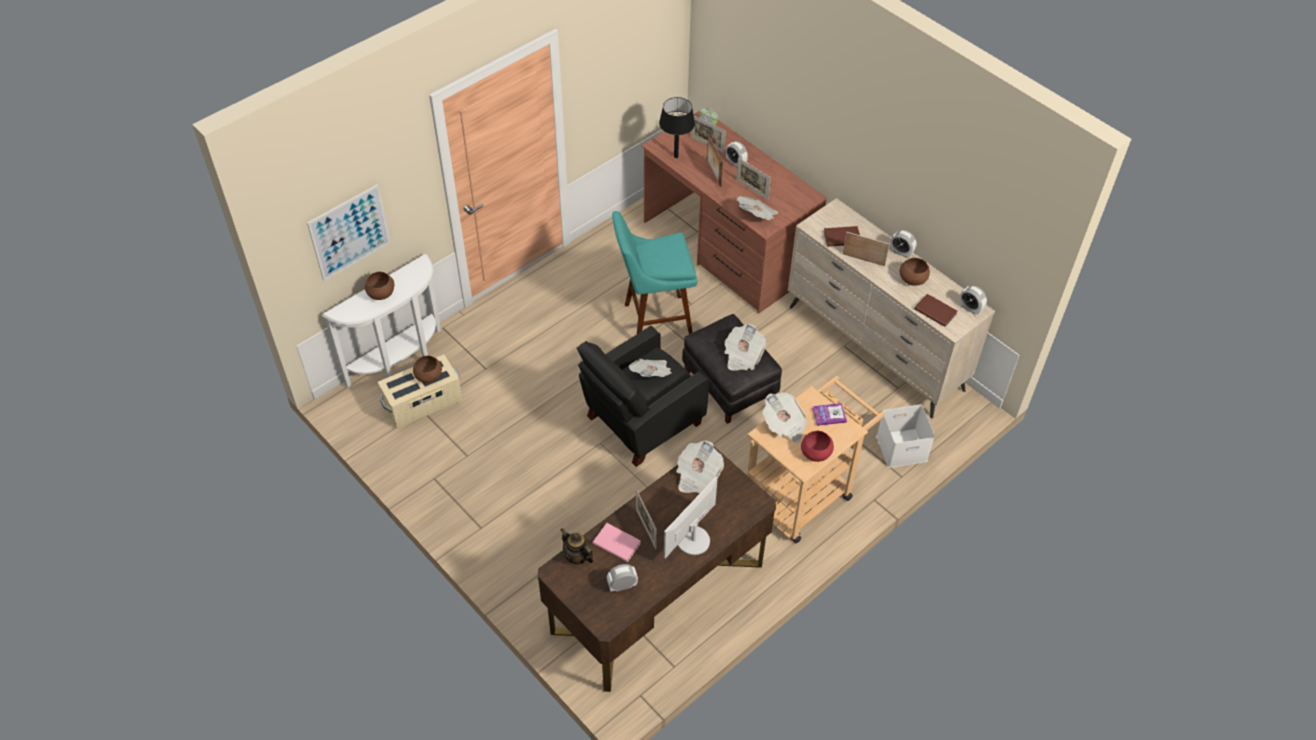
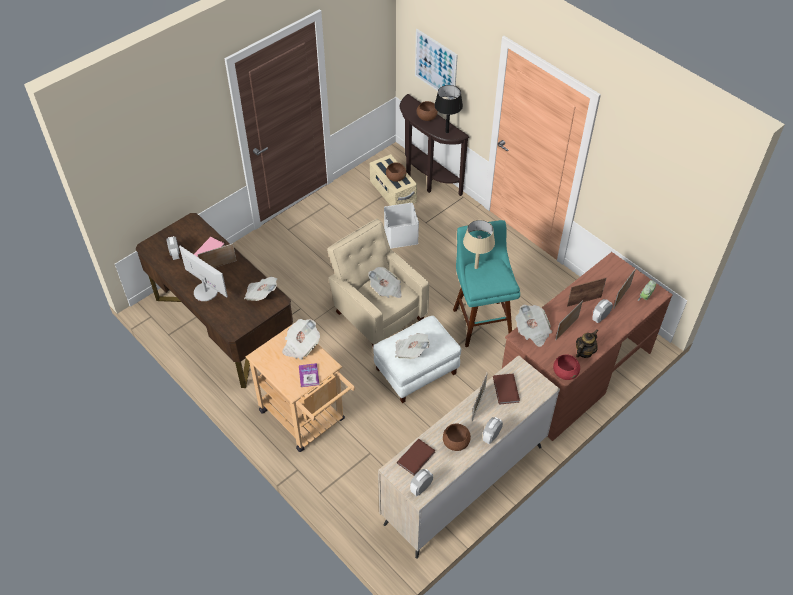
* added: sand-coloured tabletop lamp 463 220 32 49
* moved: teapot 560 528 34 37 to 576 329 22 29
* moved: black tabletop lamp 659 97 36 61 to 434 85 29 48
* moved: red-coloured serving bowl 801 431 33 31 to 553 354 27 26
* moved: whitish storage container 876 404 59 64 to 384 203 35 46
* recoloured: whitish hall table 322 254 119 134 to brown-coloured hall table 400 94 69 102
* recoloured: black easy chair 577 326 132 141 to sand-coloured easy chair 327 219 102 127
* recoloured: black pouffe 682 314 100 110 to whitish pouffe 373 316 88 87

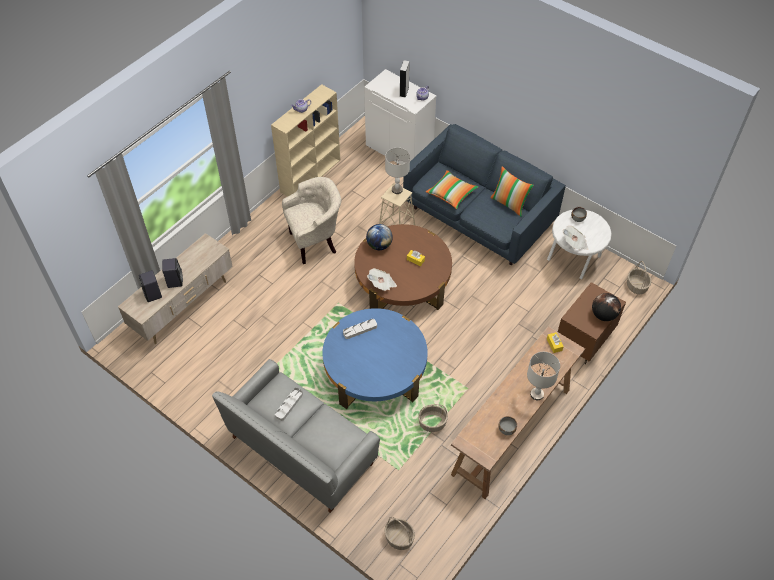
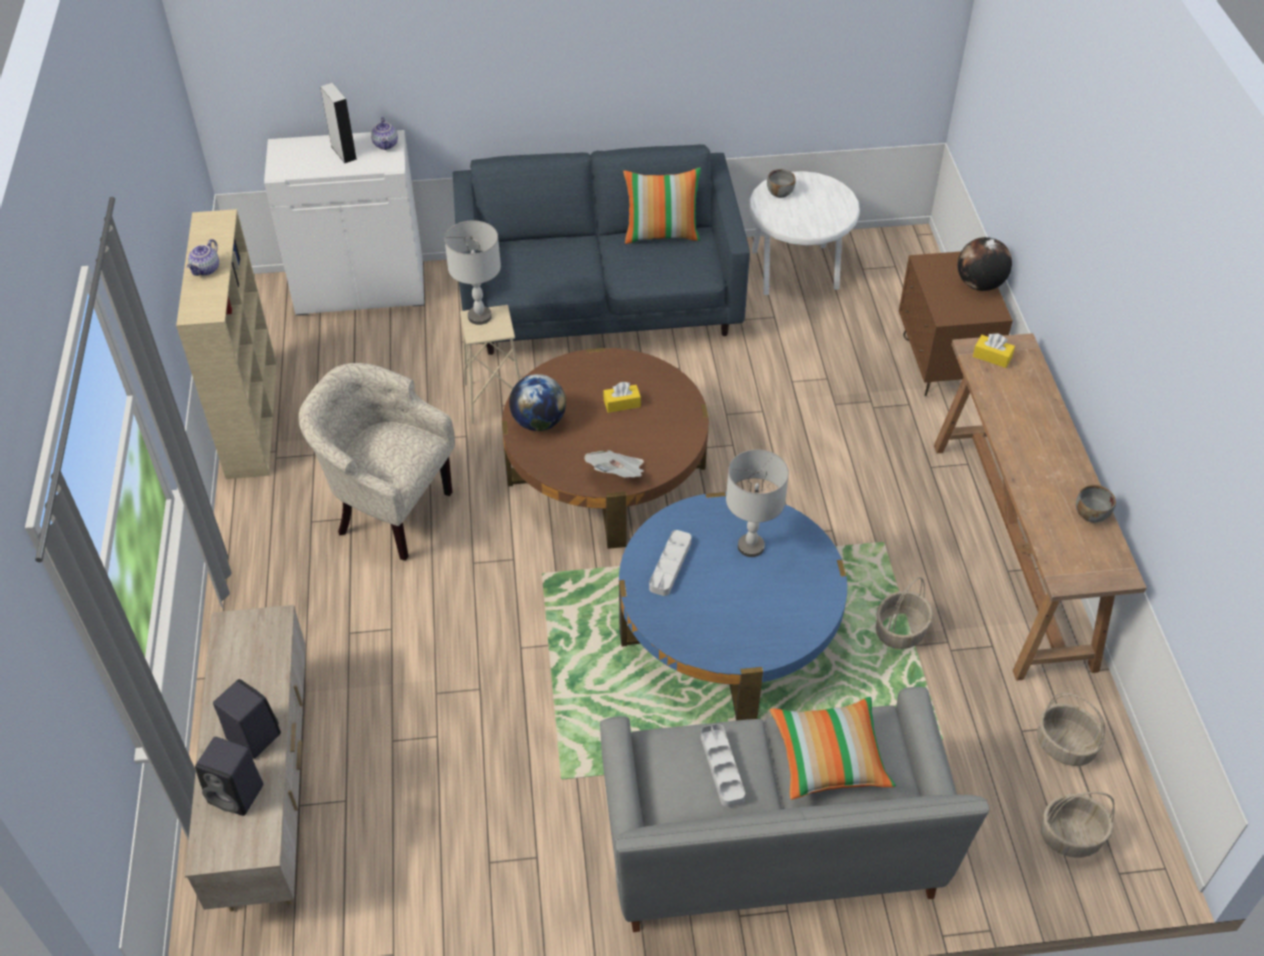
* removed: newspaper 563 226 25 24
* moved: throw pillow 426 170 52 39 to 770 697 126 103
* moved: greyish tabletop lamp 527 352 33 48 to 726 449 63 108
* moved: basket 627 261 25 33 to 1037 693 68 73
* turned: sand-coloured easy chair 282 177 59 87 = 299 363 156 198 90 degrees counterclockwise

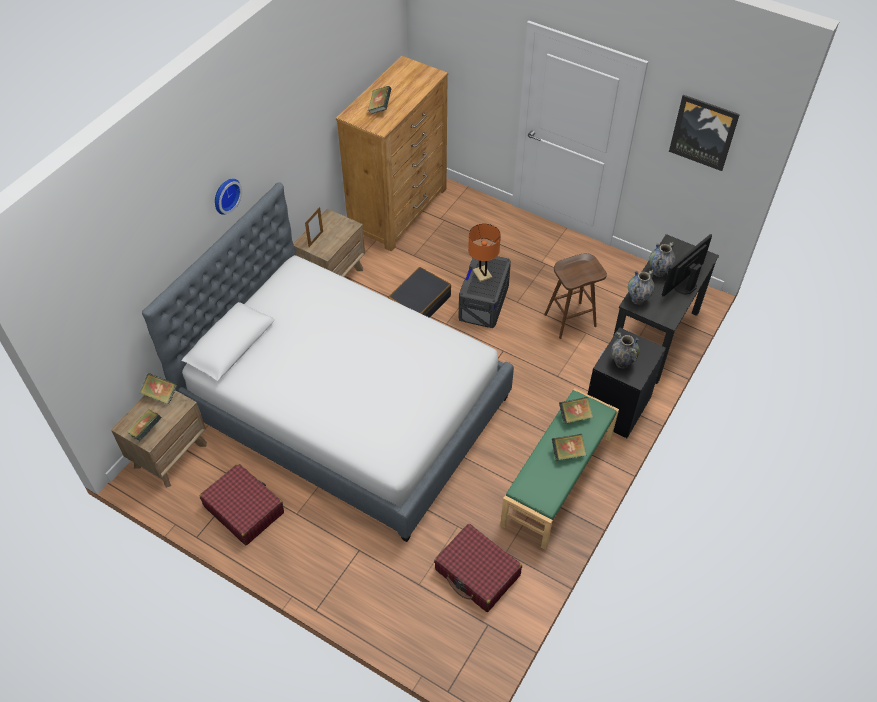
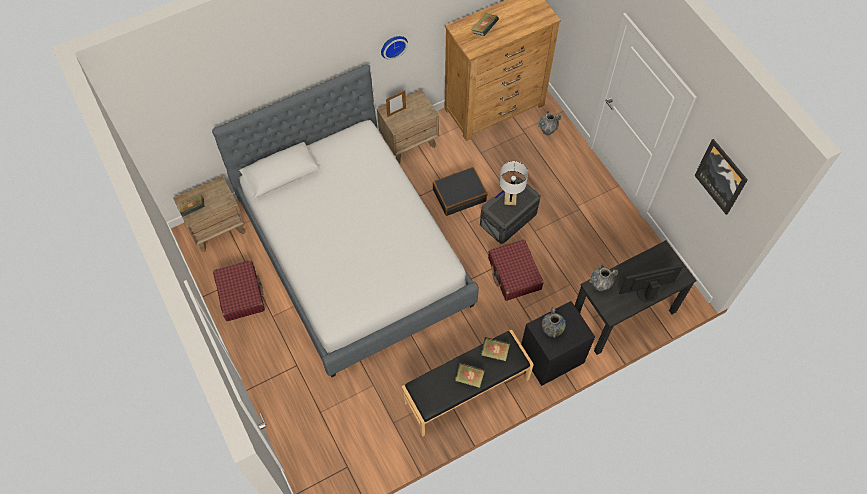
* removed: book 140 373 37 31
* removed: brown-coloured stool 544 253 63 86
* moved: hanging clock 215 178 27 37 to 381 36 27 24
* moved: red-coloured piece of luggage 434 524 88 88 to 488 239 56 62
* moved: vase 649 242 27 35 to 538 111 24 25
* recoloured: orange tabletop lamp 468 224 33 58 to whitish tabletop lamp 499 161 29 45
* recoloured: greenish bench 500 388 119 162 to black bench 402 330 132 107

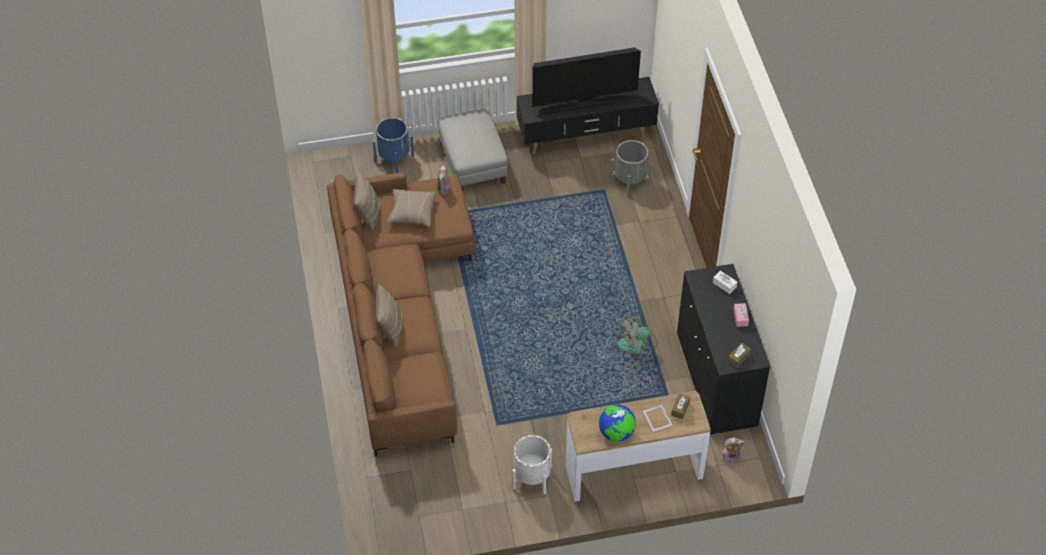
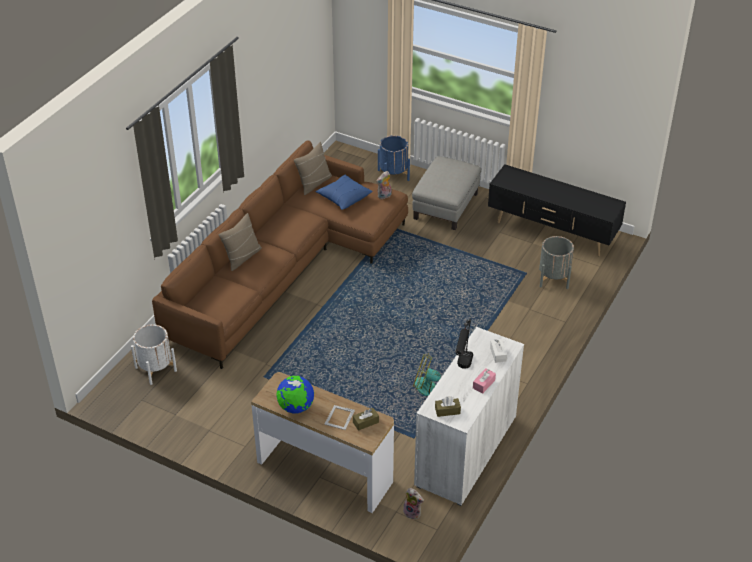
* removed: TV set 532 47 109 67
* added: black tabletop lamp 456 318 17 51
* moved: whitish flower pot 512 435 40 59 to 131 324 46 61
* recoloured: sand-coloured throw pillow 387 189 49 38 to bluish throw pillow 316 175 57 35
* recoloured: black cupboard 677 264 93 171 to whitish cupboard 414 327 110 179

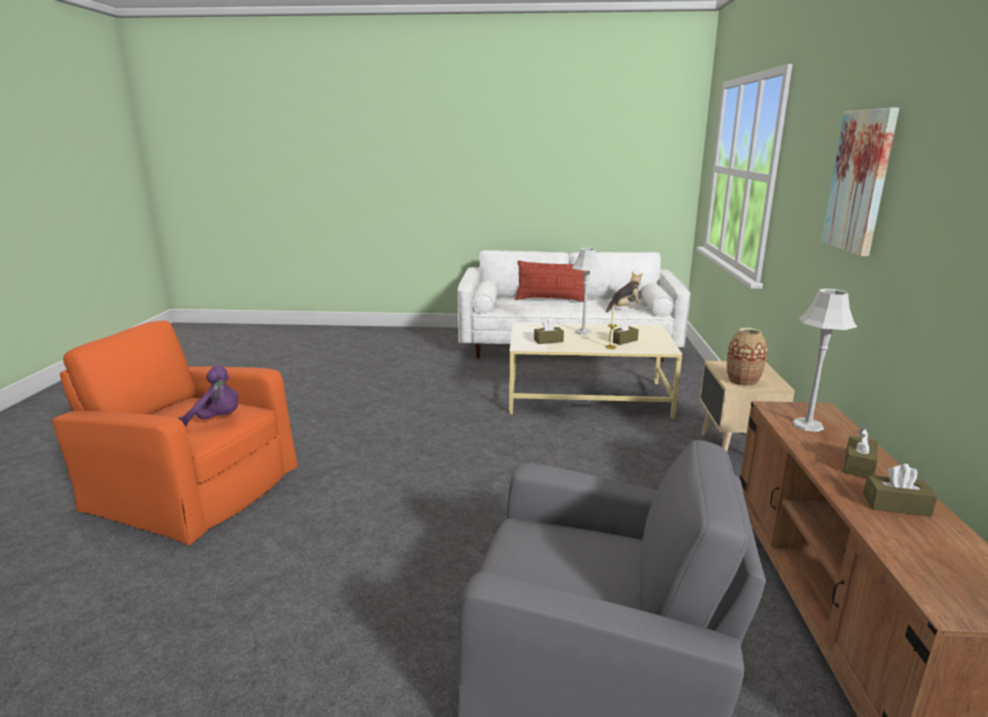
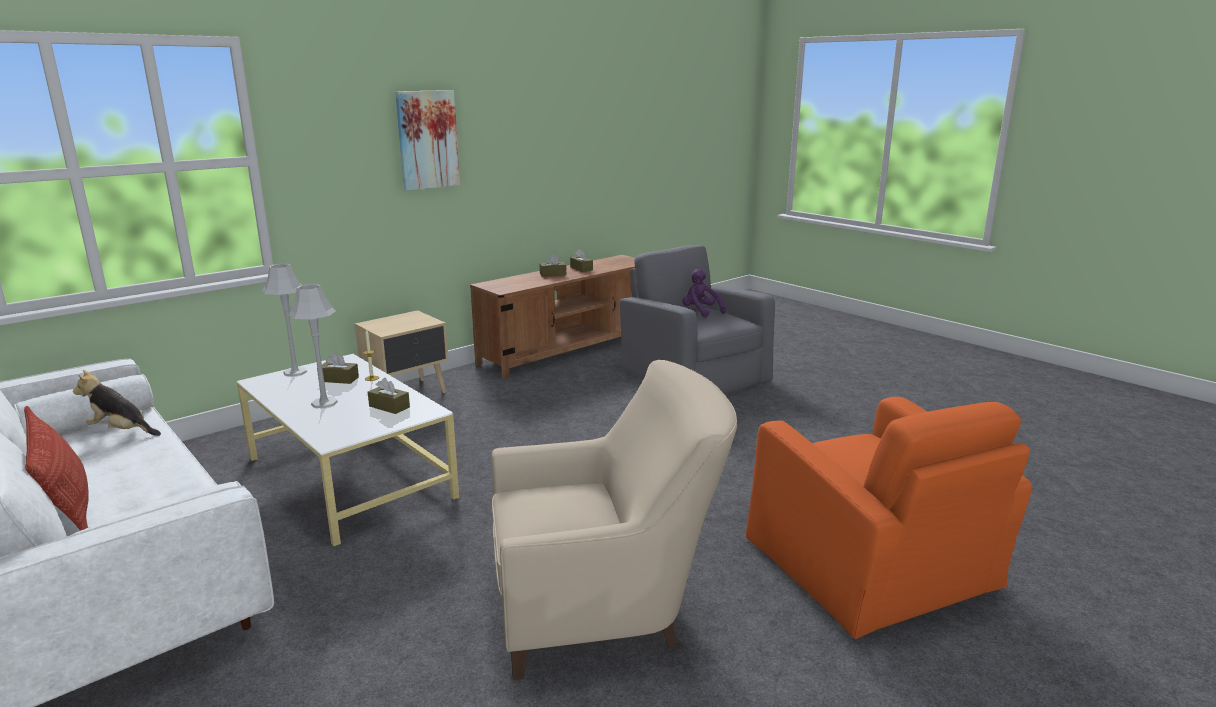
* removed: vase 727 328 40 59
* added: sand-coloured easy chair 491 360 246 320
* moved: purplish cuddly toy 178 365 60 61 to 682 269 44 48
* moved: greyish tabletop lamp 793 289 64 143 to 262 263 45 114

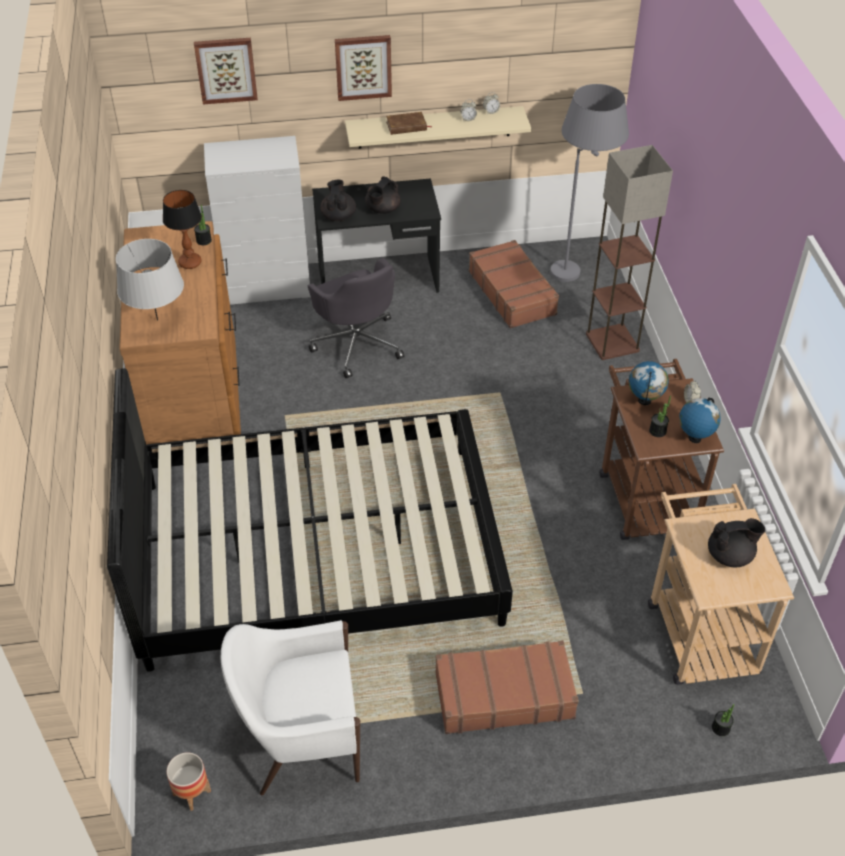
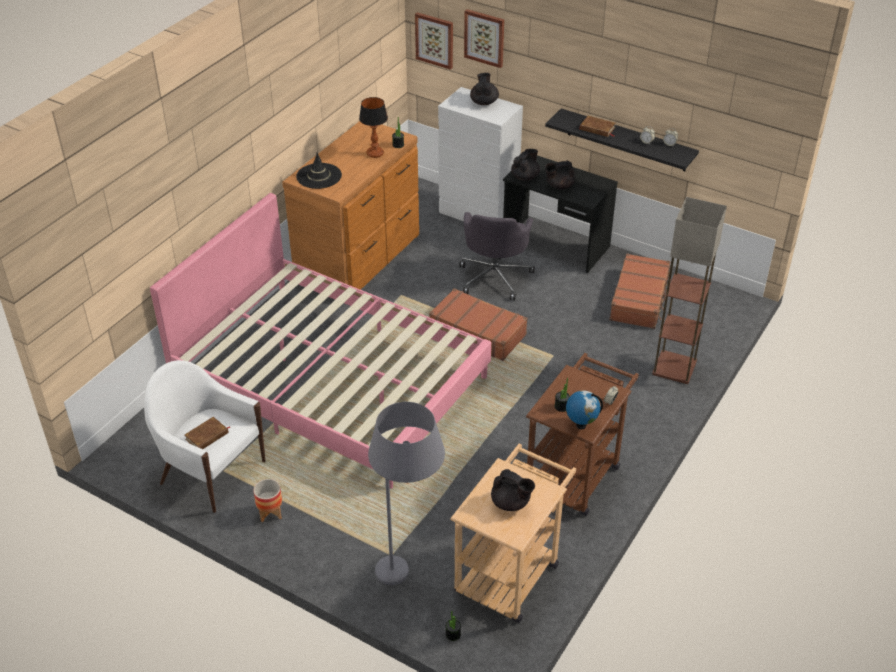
* removed: globe 629 361 39 44
* added: brown-coloured book 185 417 46 32
* added: black teapot 470 73 29 32
* moved: flower pot 166 752 45 59 to 253 479 29 43
* moved: picture 335 35 57 66 to 415 12 38 58
* moved: brown-coloured piece of luggage 436 640 143 94 to 429 288 99 73
* moved: greyish floor lamp 550 84 79 198 to 368 402 77 183
* replaced: greyish tabletop lamp 116 239 68 82 to black hat 296 152 46 37
* recoloured: black bed 107 368 406 304 to pinkish bed 150 193 341 296
* recoloured: sand-coloured shelf 345 106 187 43 to black shelf 545 108 154 63

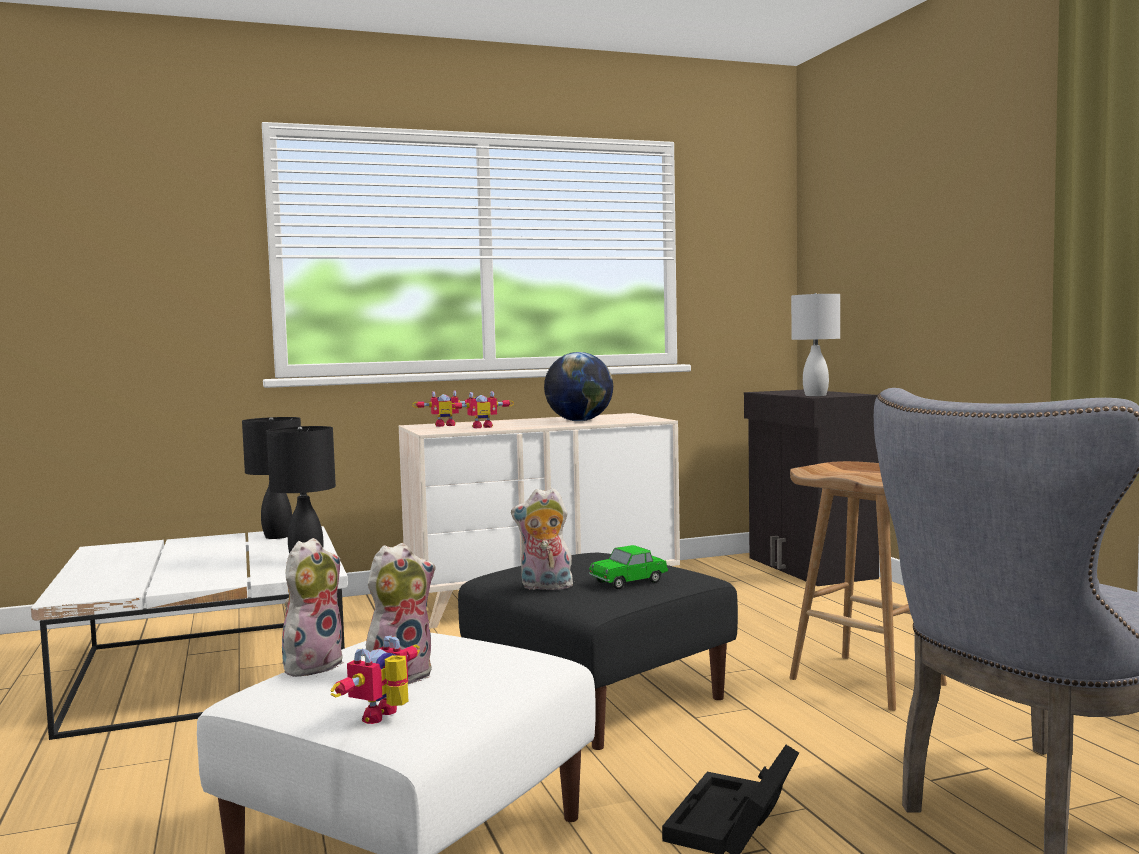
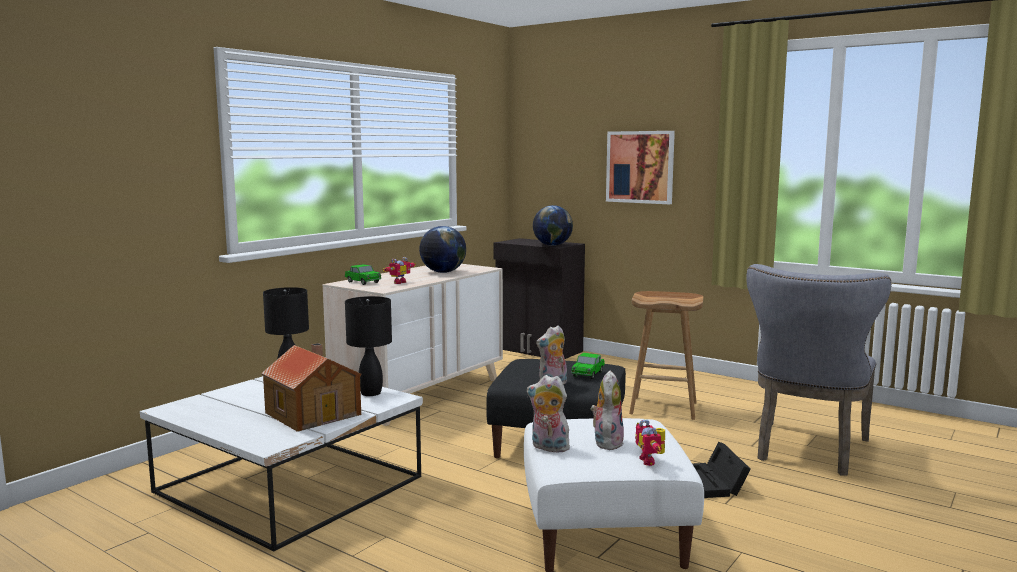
* added: model house 261 343 101 89
* added: picture 606 131 69 73
* replaced: model robot 412 390 55 37 to toy car 345 264 36 21
* replaced: whitish tabletop lamp 791 293 49 103 to globe 533 205 40 41
* turned: cuddly toy 282 538 62 139 = 527 375 43 77 60 degrees counterclockwise

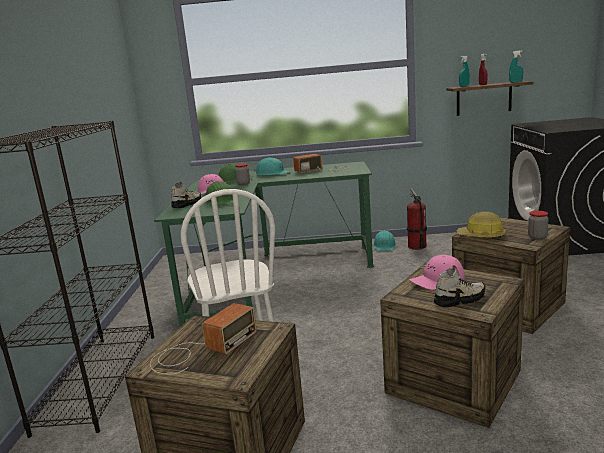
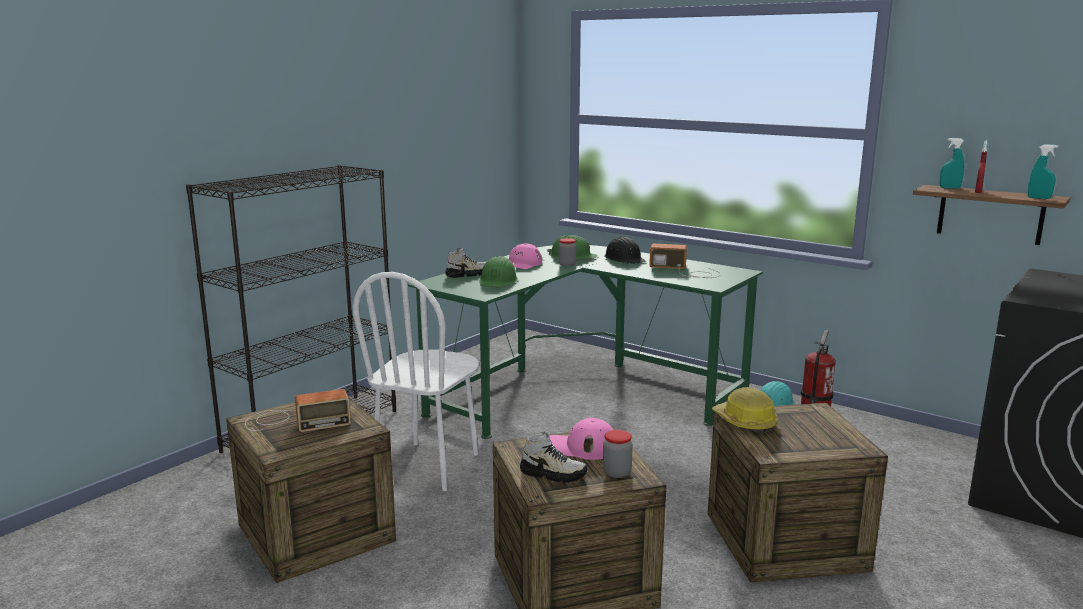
* moved: jar 528 211 20 29 to 603 430 30 48
* recoloured: blue-green safety helmet 254 158 36 17 to black safety helmet 604 237 42 27

